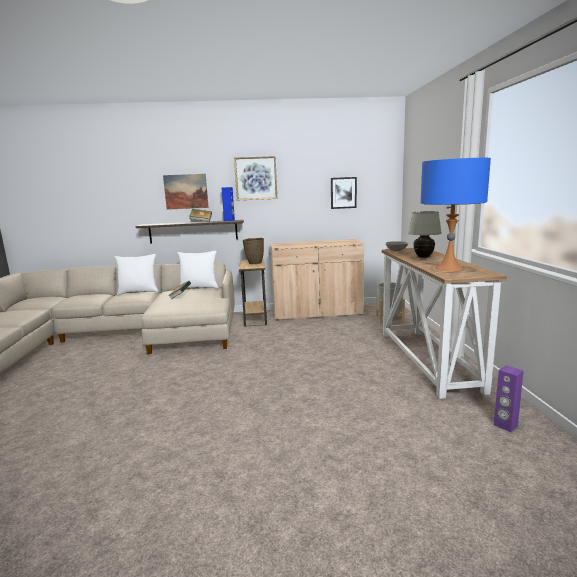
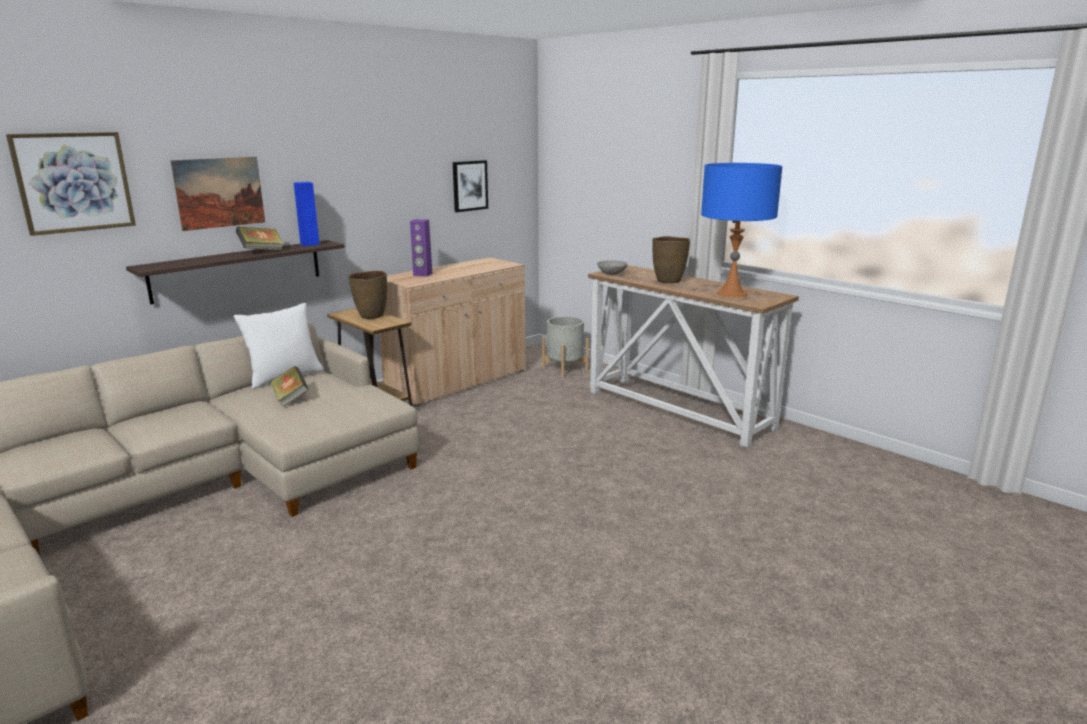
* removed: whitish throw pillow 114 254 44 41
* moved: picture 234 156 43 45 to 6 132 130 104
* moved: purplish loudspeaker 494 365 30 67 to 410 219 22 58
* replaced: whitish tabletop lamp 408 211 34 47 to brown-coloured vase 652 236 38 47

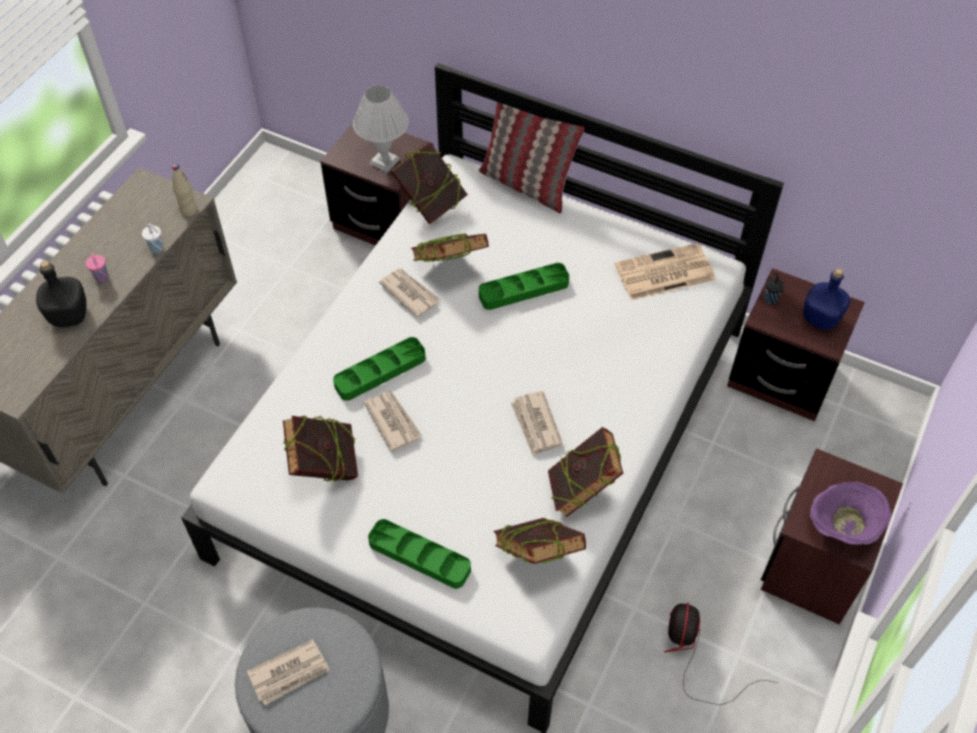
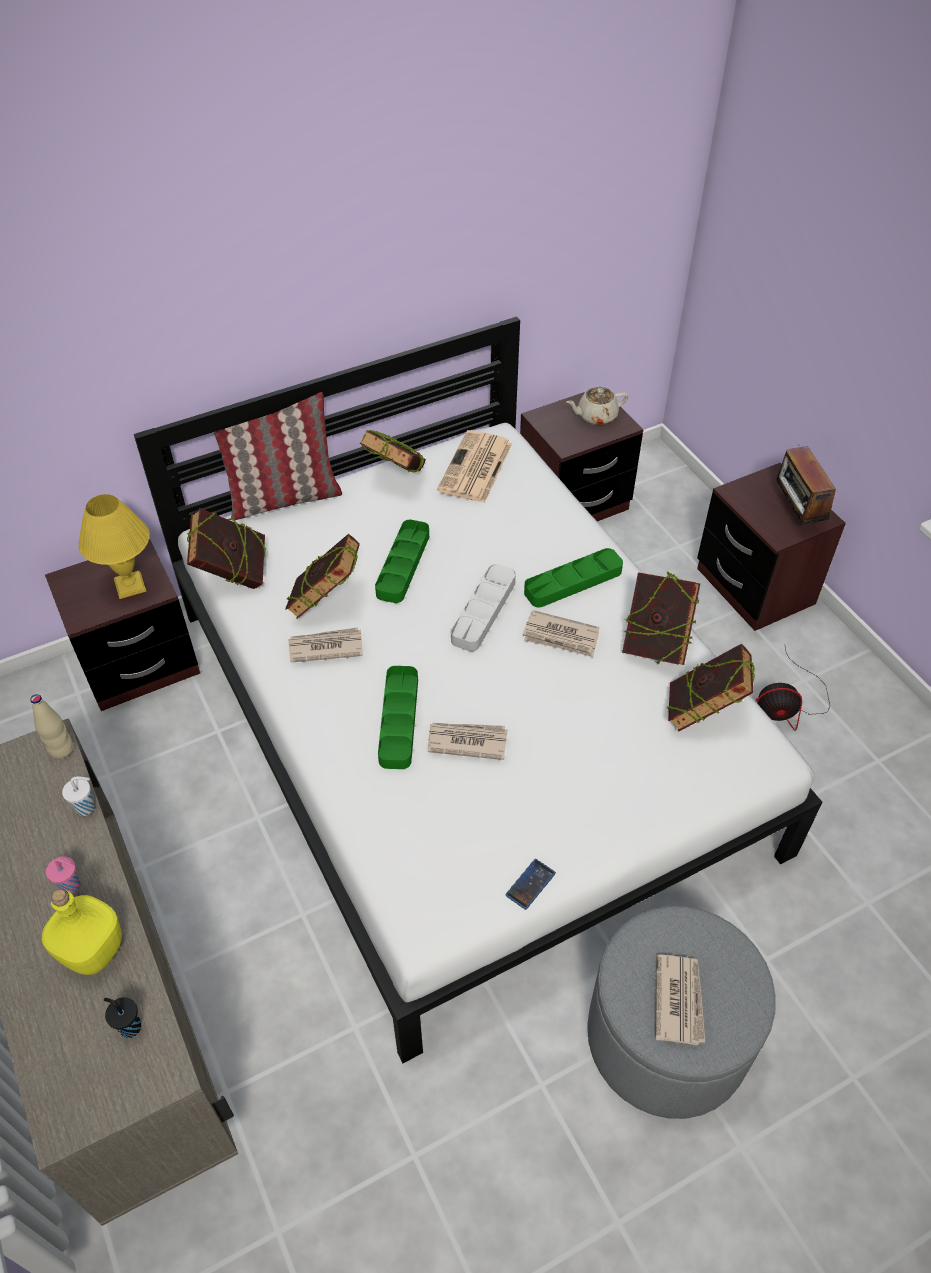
* added: greyish carrying tray 451 564 65 87
* added: handset 505 859 51 51
* moved: book 283 416 75 66 to 360 430 66 42
* moved: greenish carrying tray 368 519 103 70 to 524 548 99 60
* moved: black cup 765 272 19 32 to 104 997 37 41
* replaced: bluish bottle 803 268 48 63 to sand-coloured teapot 567 386 61 39
* replaced: purplish serving bowl 810 482 81 63 to radio receiver 771 446 65 81
* recoloured: black bottle 36 260 50 67 to yellow bottle 42 889 80 86
* recoloured: whitish tabletop lamp 353 85 56 88 to yellow tabletop lamp 78 494 72 105
* turned: electric fan 664 603 113 102 = 755 644 75 87 45 degrees counterclockwise

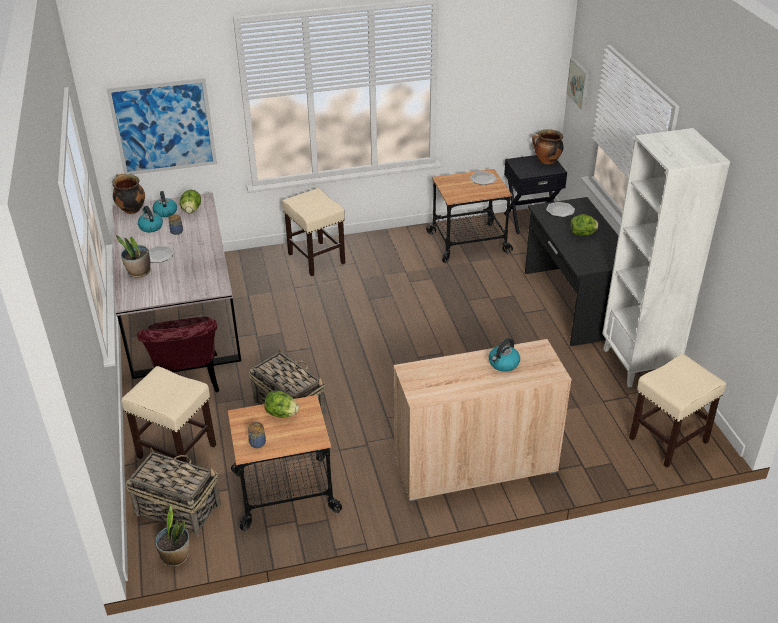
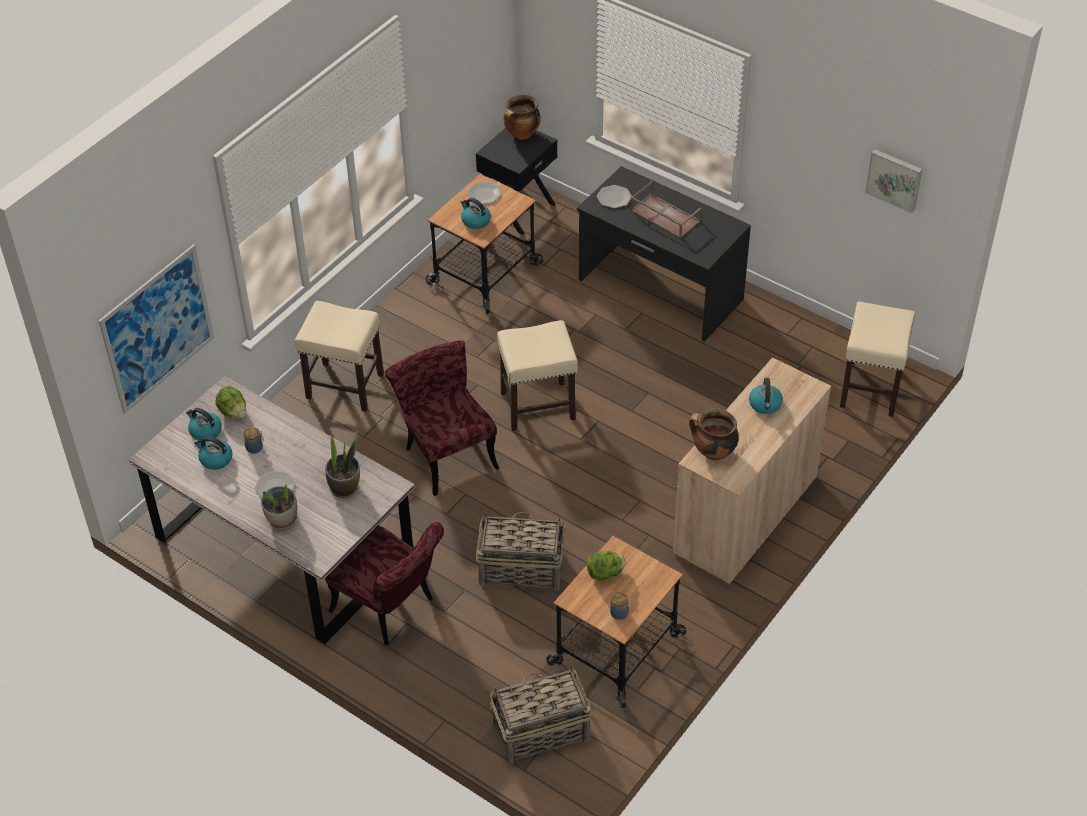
* removed: whitish bookcase 602 128 128 259
* added: red-coloured upright chair 385 340 114 156
* added: tea kettle 461 198 30 31
* moved: stockpot 112 174 33 40 to 689 408 50 53
* moved: sand-coloured stool 121 366 95 97 to 497 320 81 111
* moved: plant in a pot 155 506 35 61 to 325 435 35 63
* moved: picture 566 58 24 52 to 865 149 58 64
* replaced: head of lettuce 570 214 29 22 to brown-coloured carrying tray 630 181 71 58

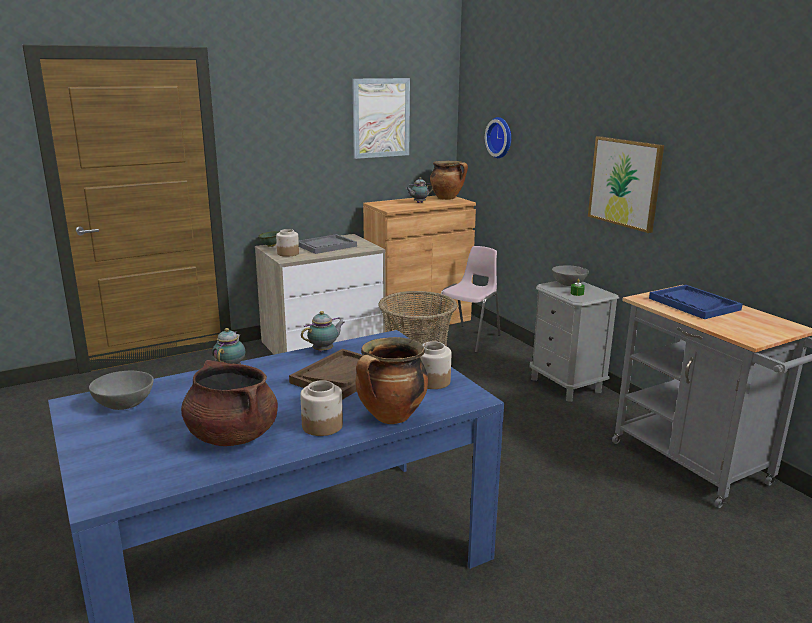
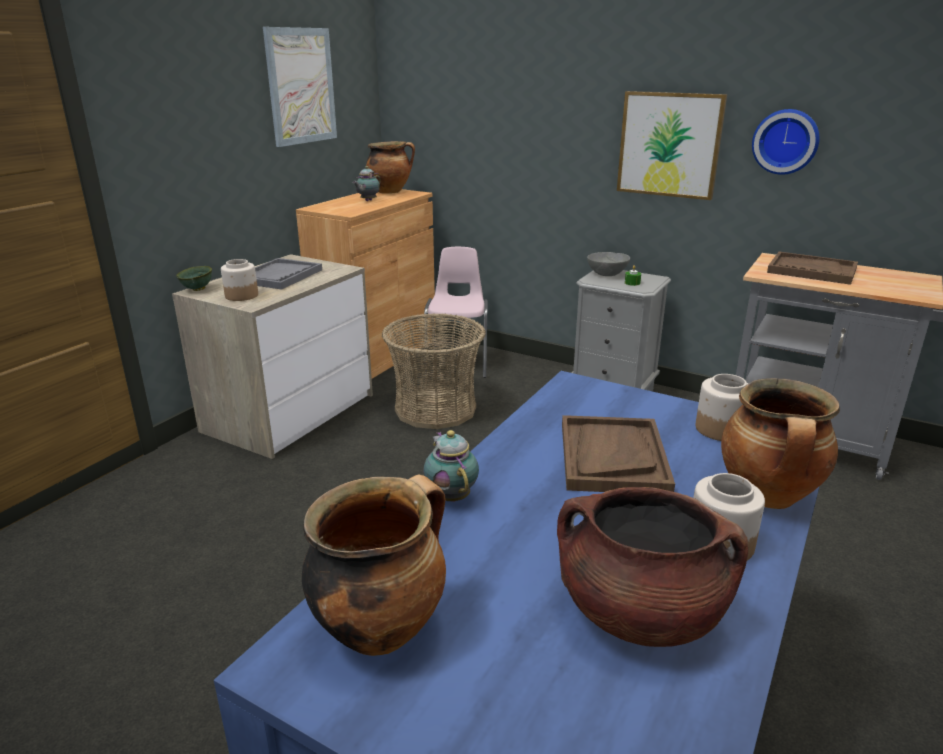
* removed: teapot 301 311 43 41
* moved: hanging clock 485 117 26 41 to 752 109 67 66
* replaced: greyish serving bowl 89 371 65 39 to stockpot 302 474 144 182
* recoloured: bluish carrying tray 649 285 94 34 to brown-coloured carrying tray 767 252 91 33

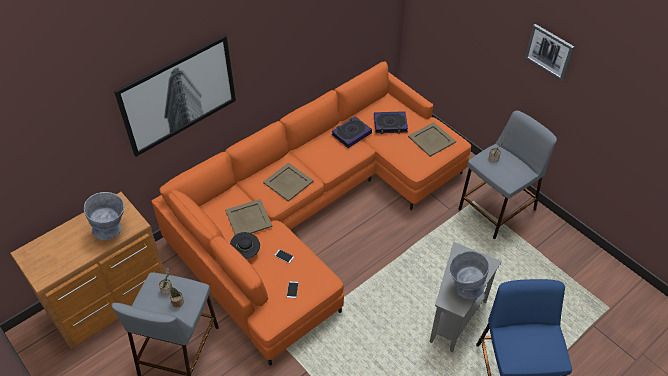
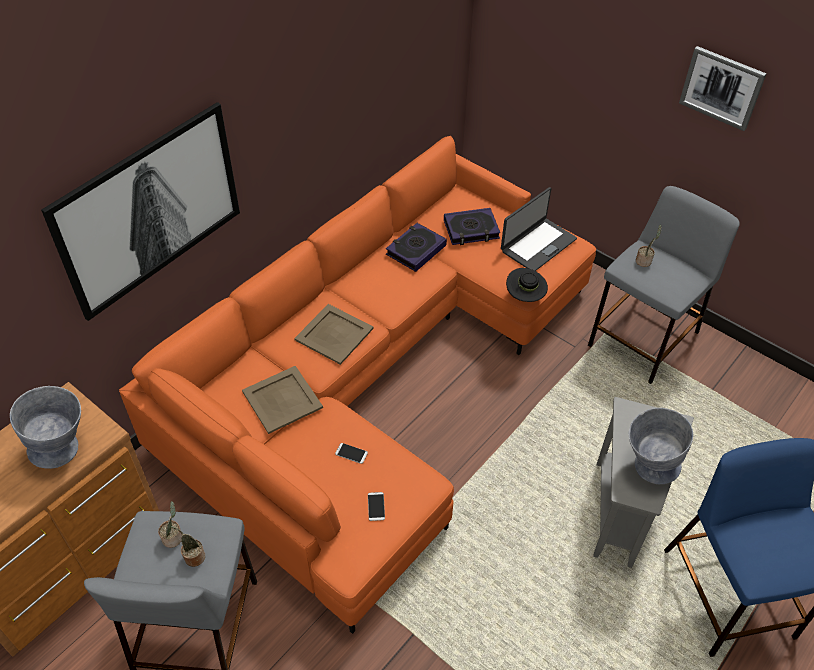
* moved: black hat 230 232 30 27 to 506 268 42 34
* replaced: sand-coloured carrying tray 408 122 48 35 to portable computer 501 187 76 84

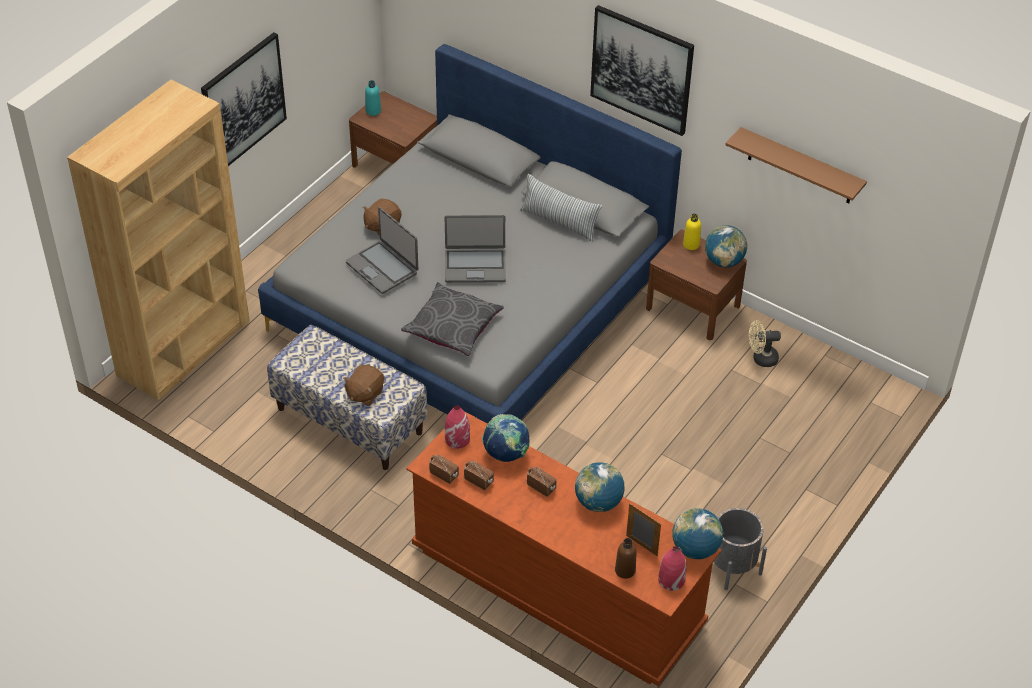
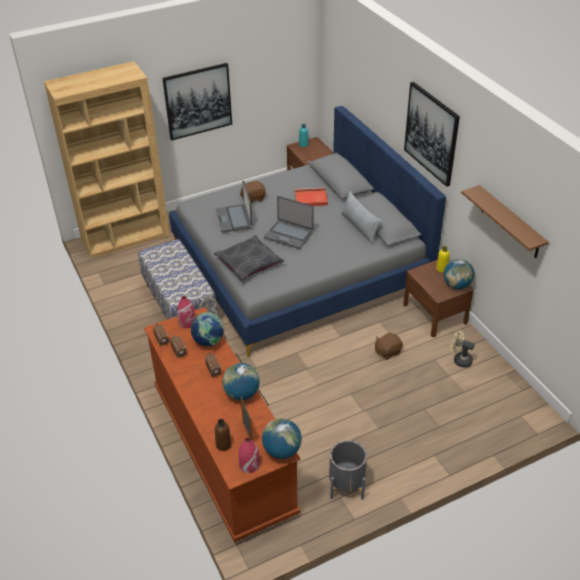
* added: red-coloured carrying tray 295 187 33 19
* moved: brown-coloured cuddly toy 343 365 41 41 to 375 333 28 27

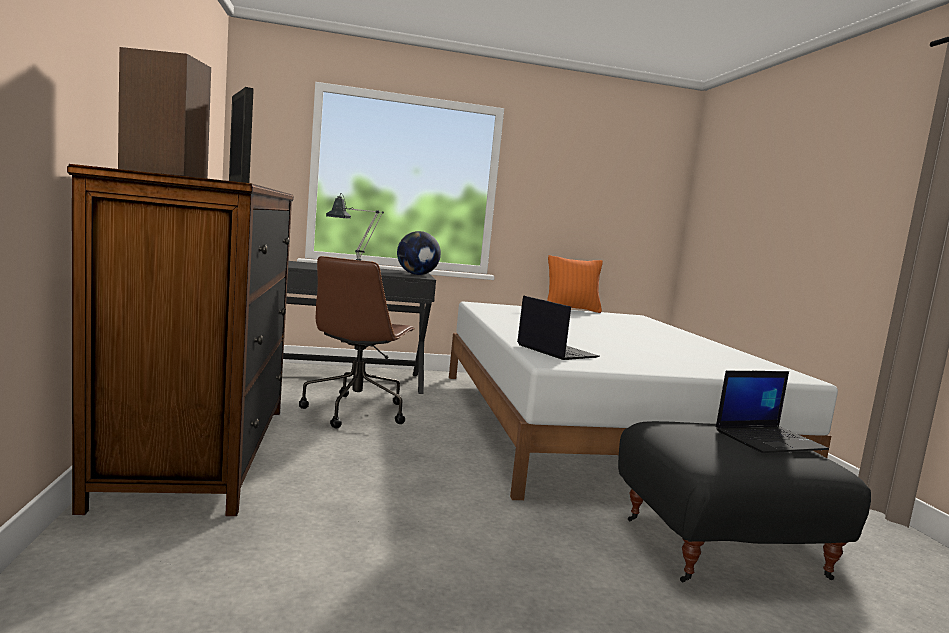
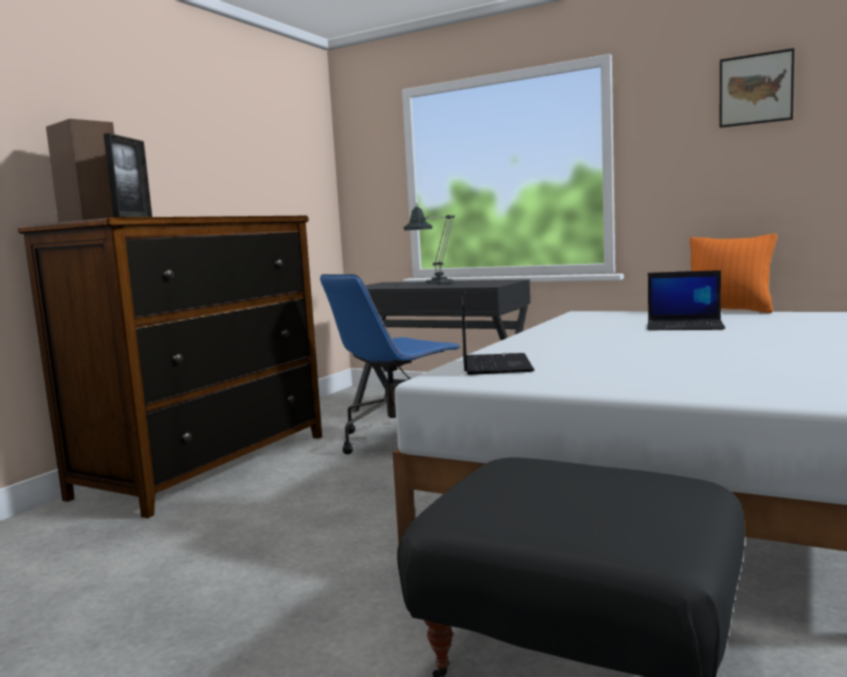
* removed: globe 397 231 44 44
* added: picture 719 48 75 80
* moved: portable computer 716 371 113 82 to 647 270 78 60
* recoloured: brown-coloured computer chair 299 256 115 172 to bluish computer chair 320 274 141 180

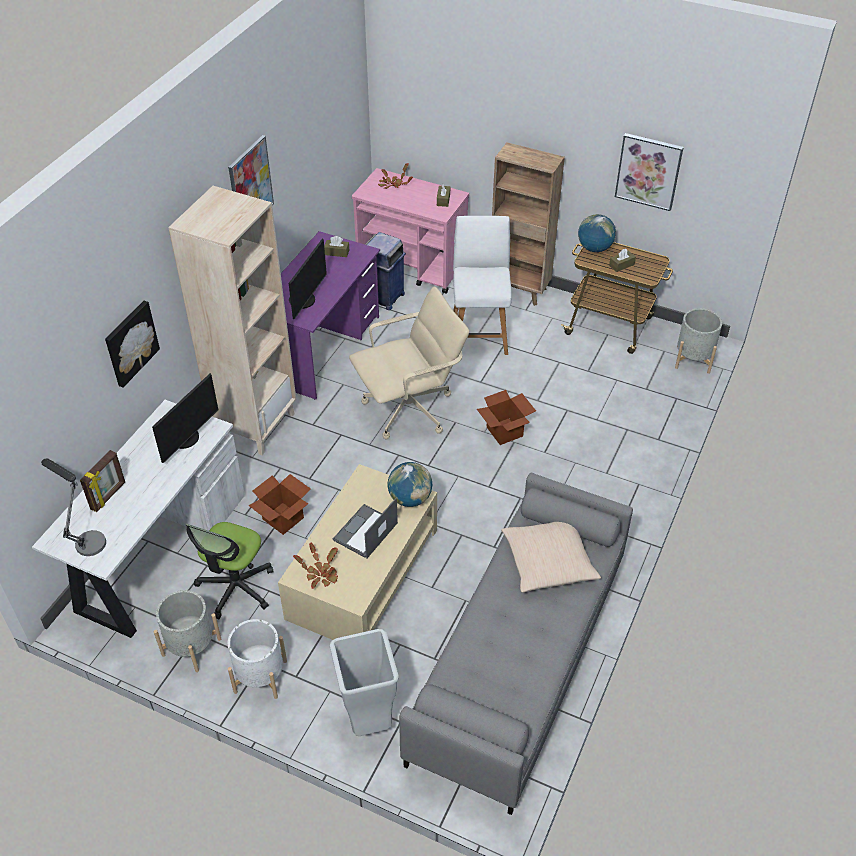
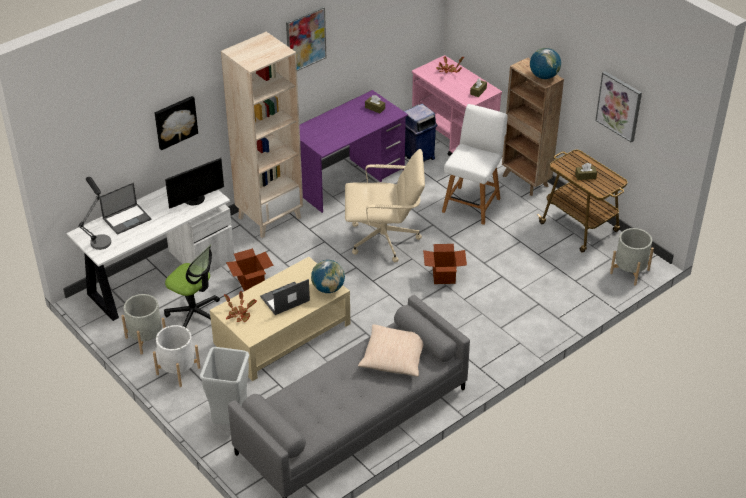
* removed: computer screen 289 238 38 81
* moved: globe 578 214 38 38 to 530 48 31 31
* replaced: photo frame 80 450 45 62 to portable computer 99 182 52 53
* turned: computer chair 185 522 88 98 = 164 245 56 83 105 degrees counterclockwise

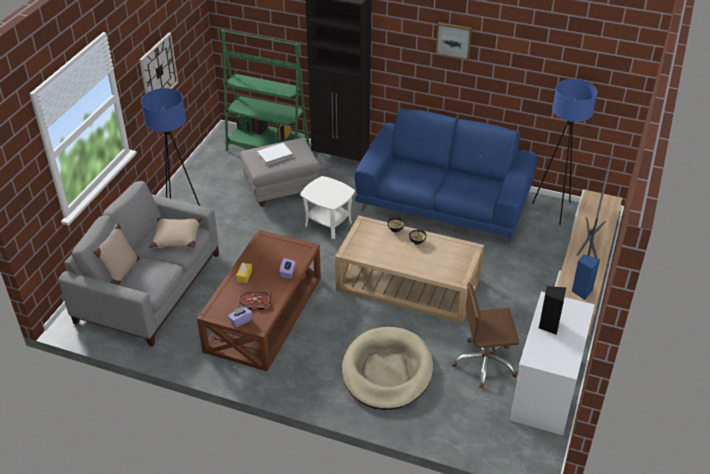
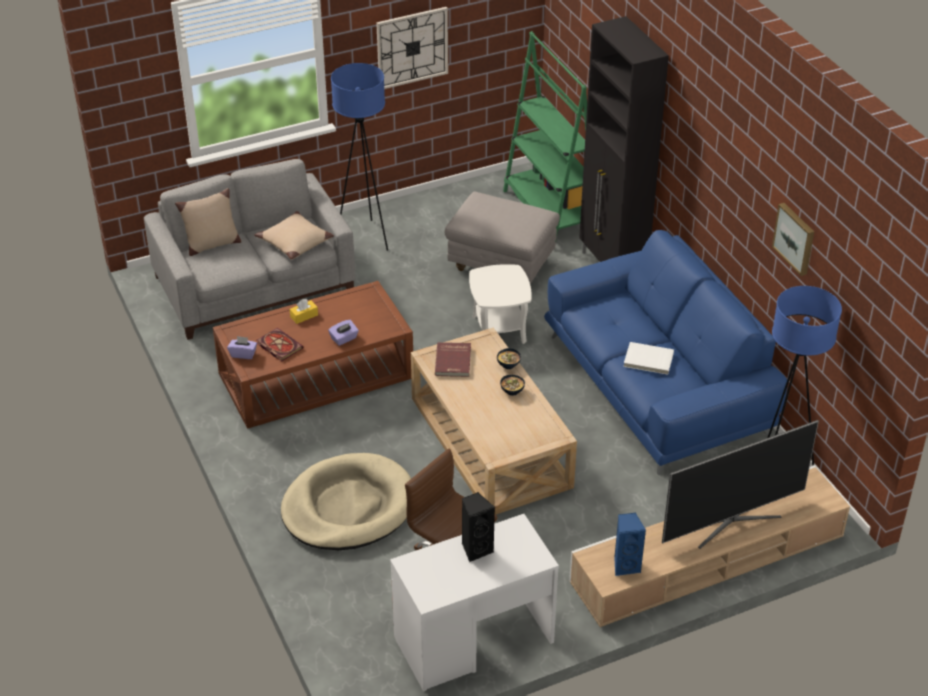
* added: red-coloured book 435 342 36 35
* moved: whitish book 257 143 36 22 to 623 342 51 33
* moved: picture 436 22 36 38 to 772 203 42 73

